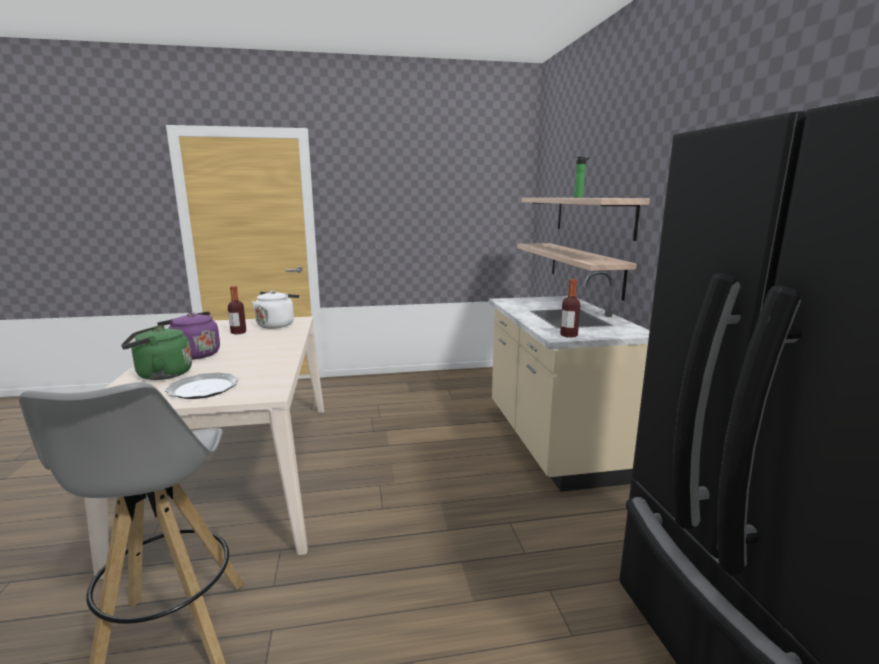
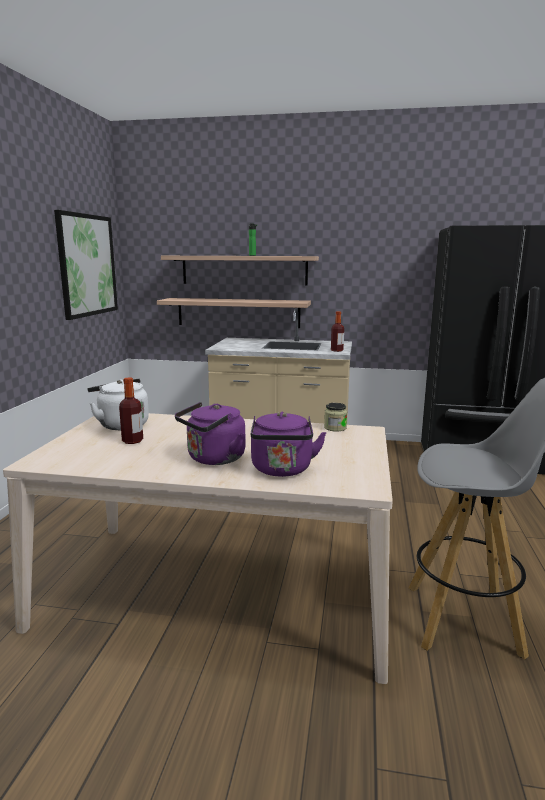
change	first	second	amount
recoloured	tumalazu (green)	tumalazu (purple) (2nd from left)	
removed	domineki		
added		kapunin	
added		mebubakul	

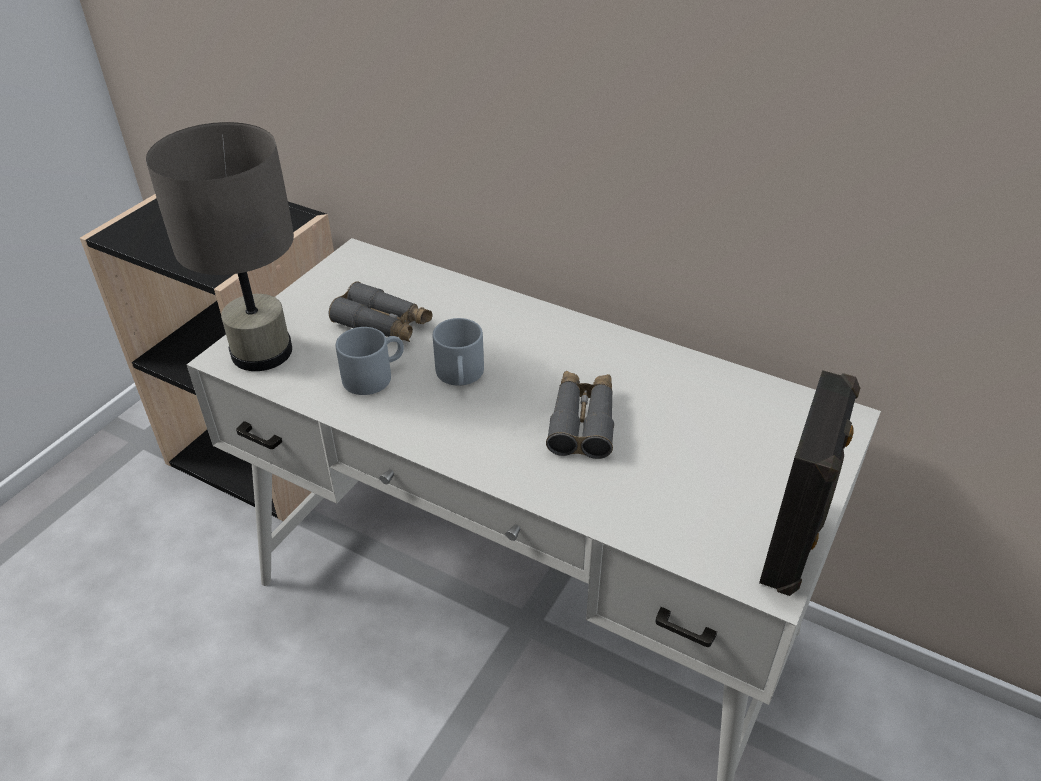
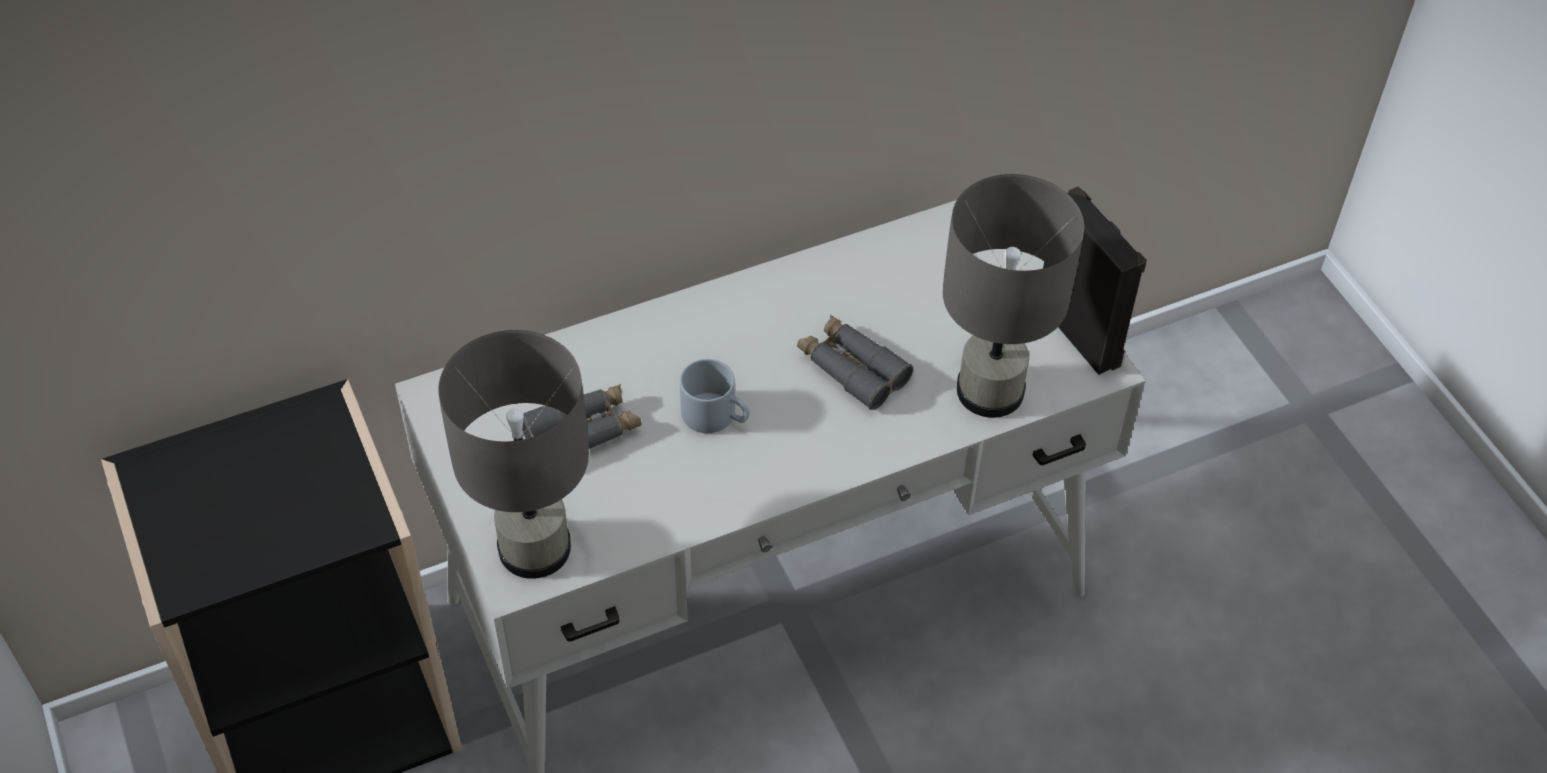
change	first	second	amount
removed	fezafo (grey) (1st from left)		
added		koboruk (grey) (2nd from left)	

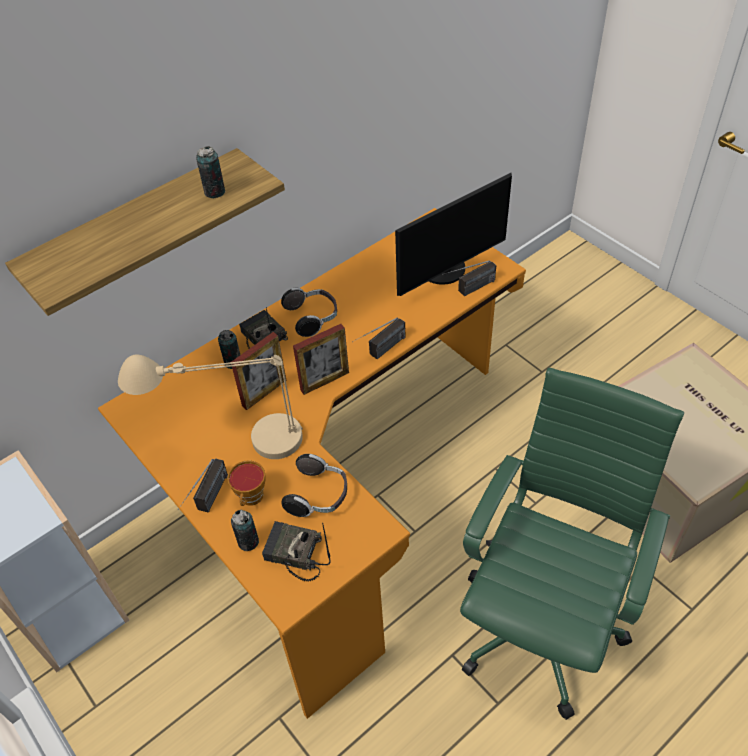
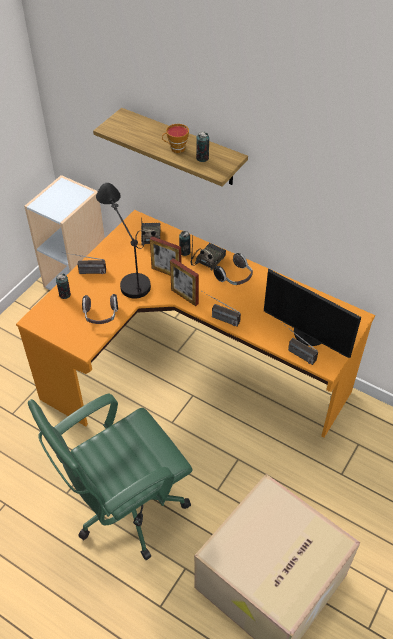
change	first	second	amount
recoloured	koboruk (beige)	koboruk (black)	
moved	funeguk		
moved	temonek (3rd from left in the first image)	temonek (2nd from left)	
turned	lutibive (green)		135 degrees clockwise

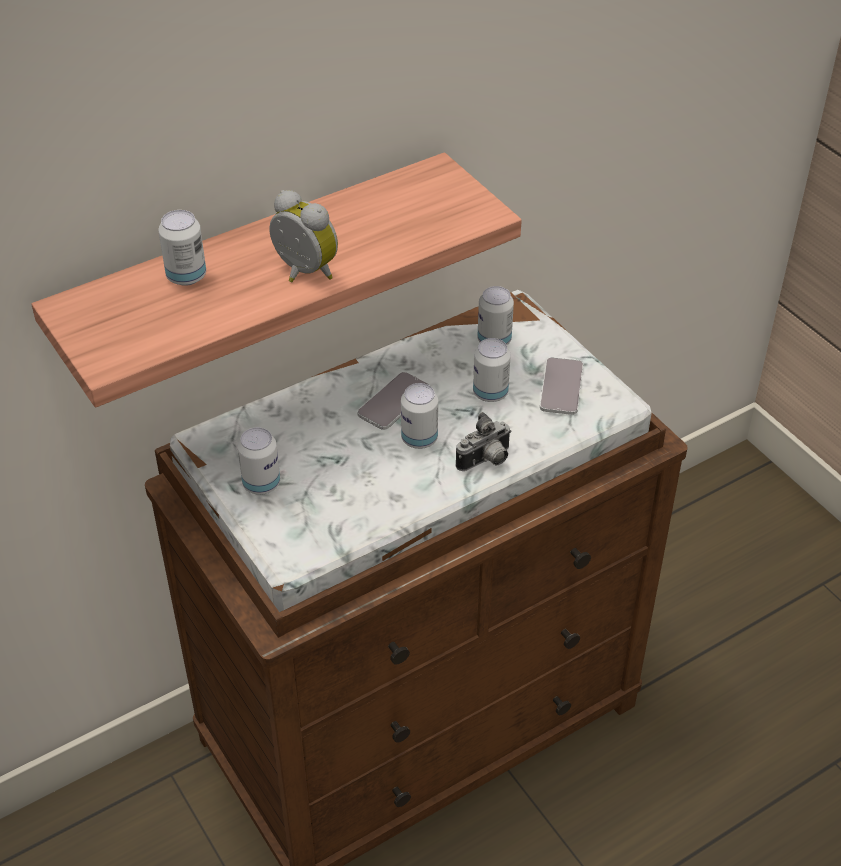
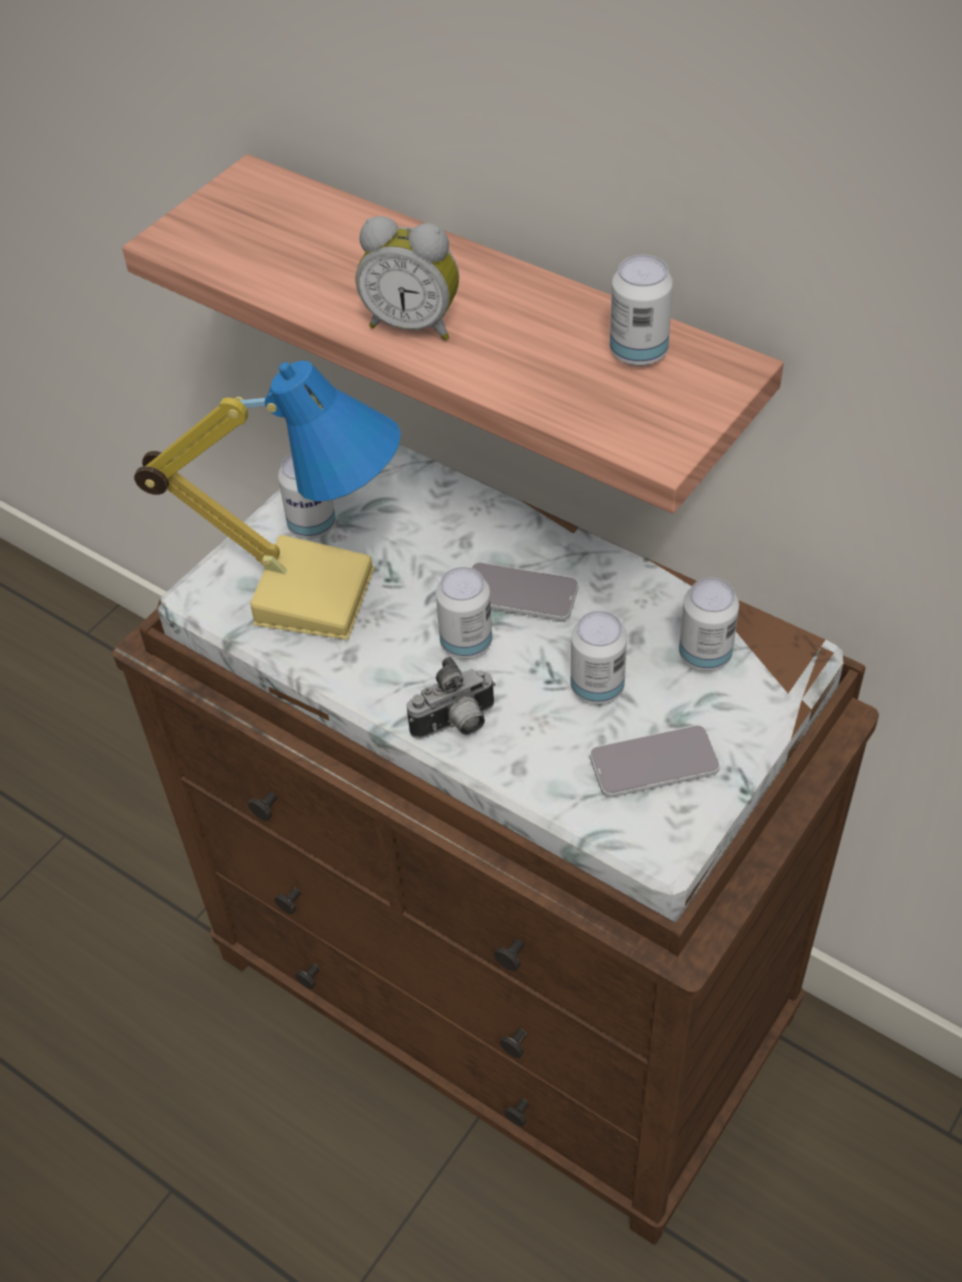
change	first	second	amount
moved	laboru (1st from left in the first image)	laboru (4th from left)	
turned	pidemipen		90 degrees clockwise
turned	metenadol		60 degrees counterclockwise
added		koboruk	

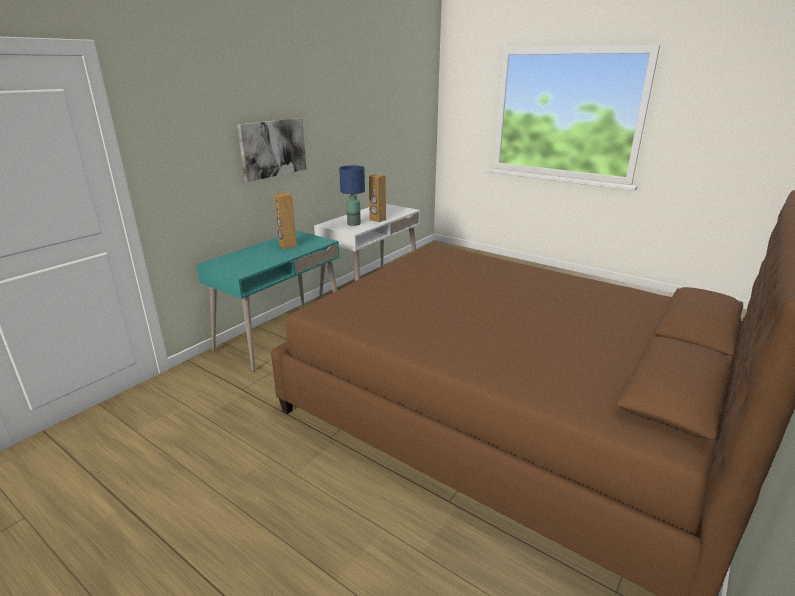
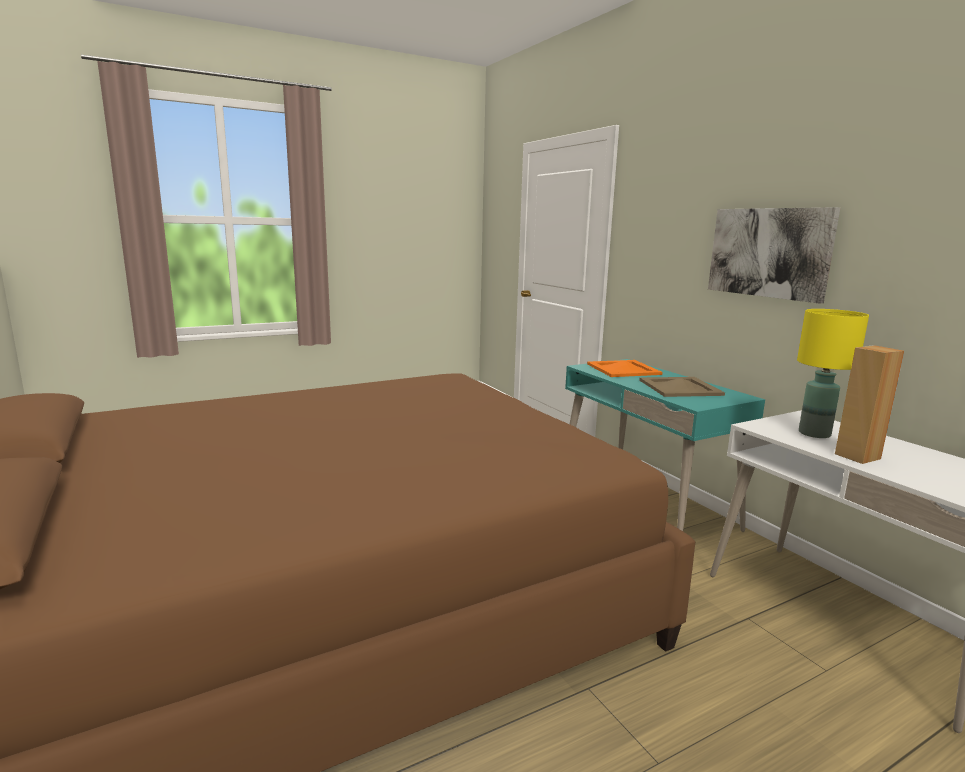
change	first	second	amount
replaced	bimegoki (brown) (1st from left)	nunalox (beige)	
recoloured	koboruk (blue)	koboruk (yellow)	
added		nunalox (orange)	

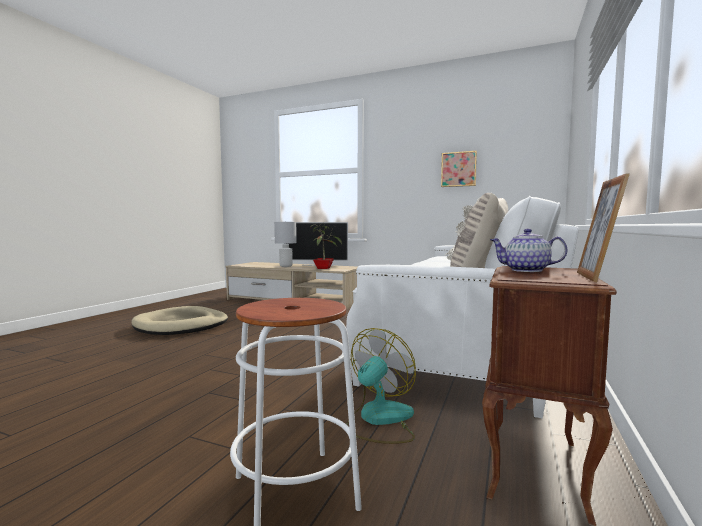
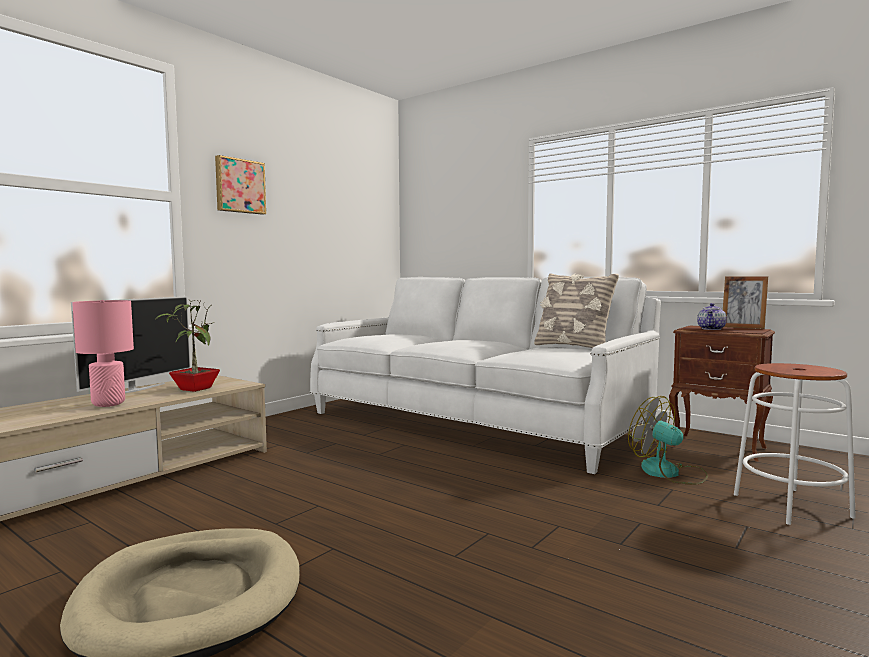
change	first	second	amount
recoloured	koboruk (grey)	koboruk (pink)	
moved	kapunin		

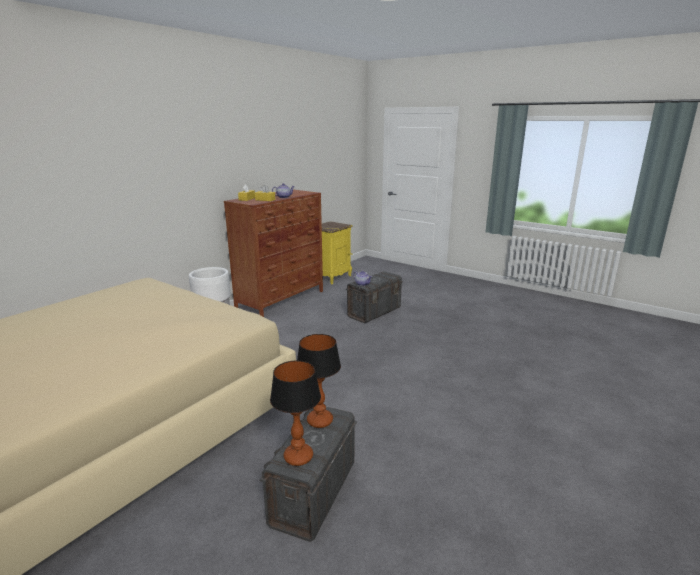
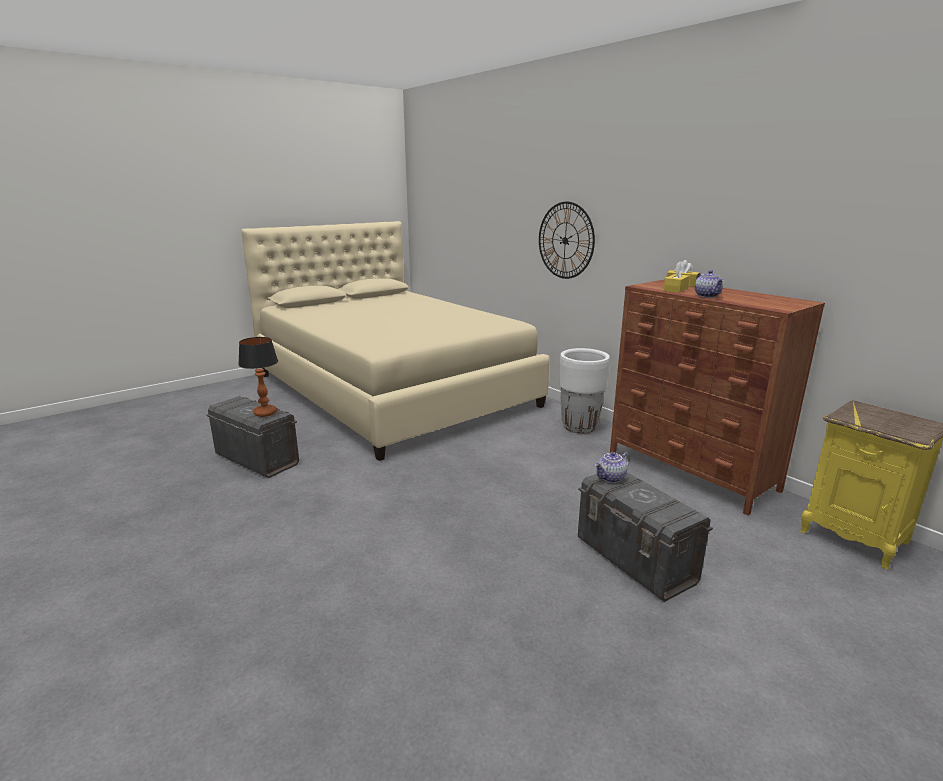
change	first	second	amount
removed	koboruk (1st from left)		
added		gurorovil	

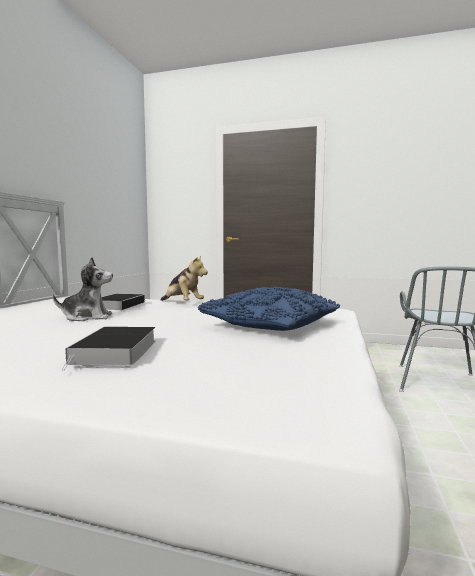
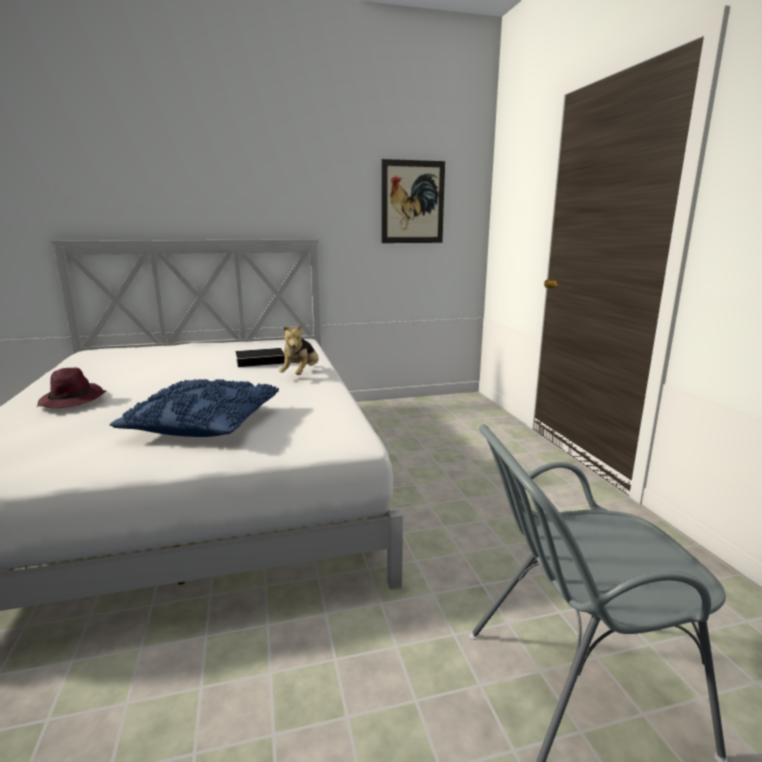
change	first	second	amount
removed	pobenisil (1st from left)		
replaced	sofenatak (1st from left)	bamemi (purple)	
added		kapunin	

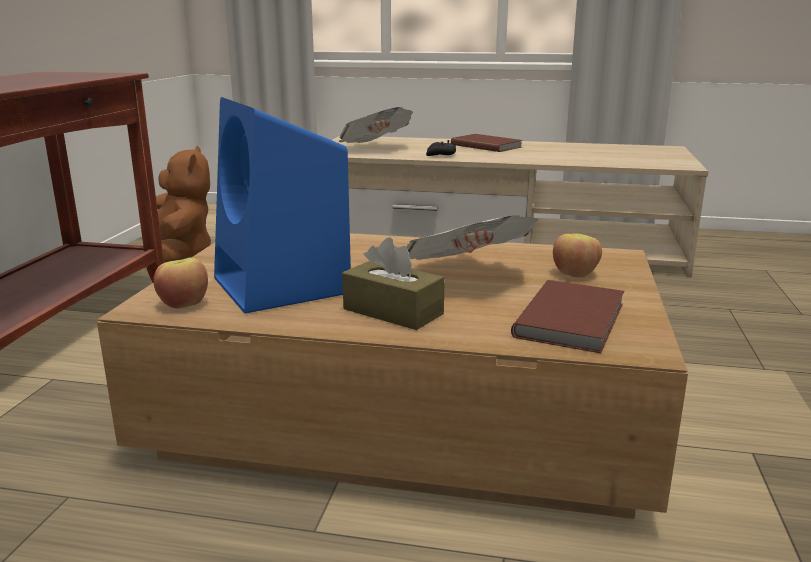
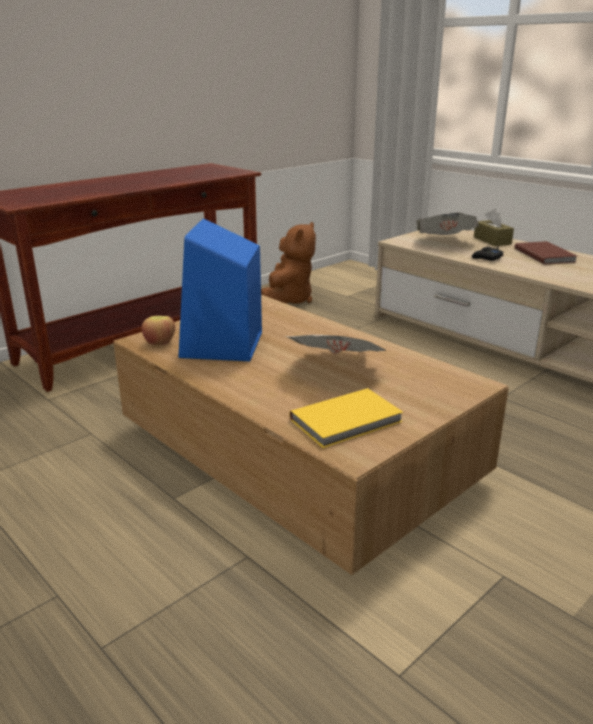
change	first	second	amount
moved	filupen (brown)		
recoloured	sofenatak (brown) (2nd from left)	sofenatak (yellow)	
removed	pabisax (2nd from left)		

